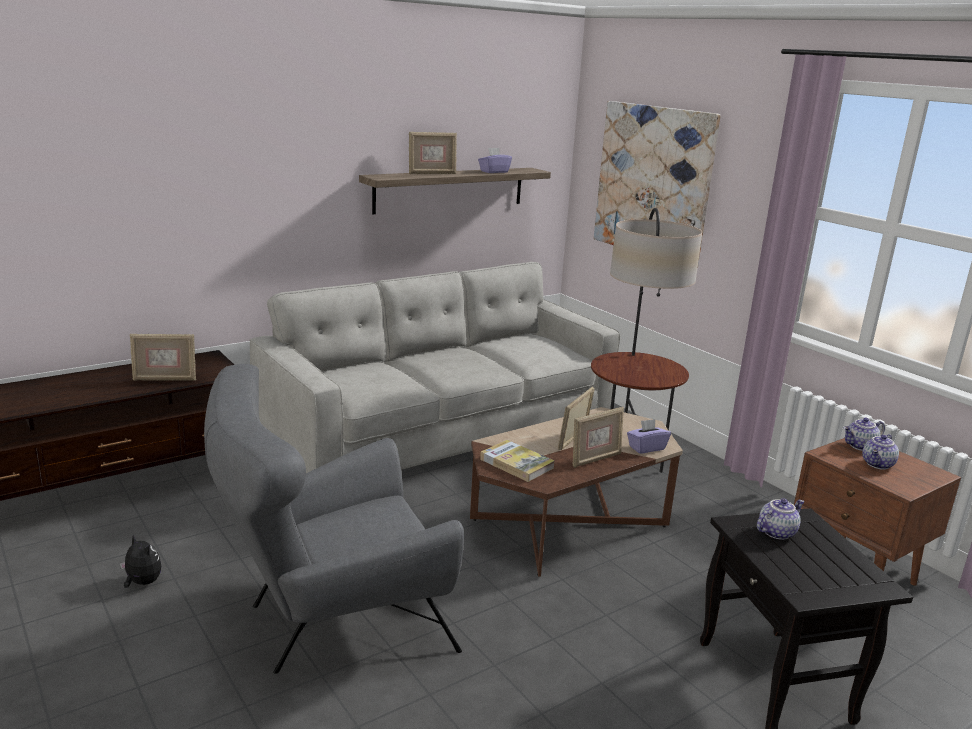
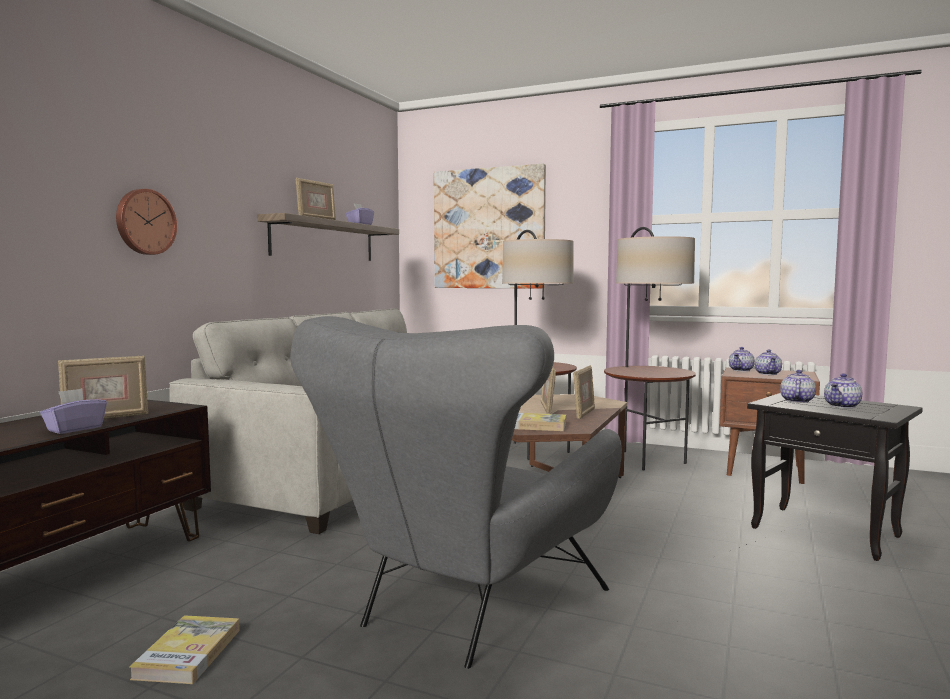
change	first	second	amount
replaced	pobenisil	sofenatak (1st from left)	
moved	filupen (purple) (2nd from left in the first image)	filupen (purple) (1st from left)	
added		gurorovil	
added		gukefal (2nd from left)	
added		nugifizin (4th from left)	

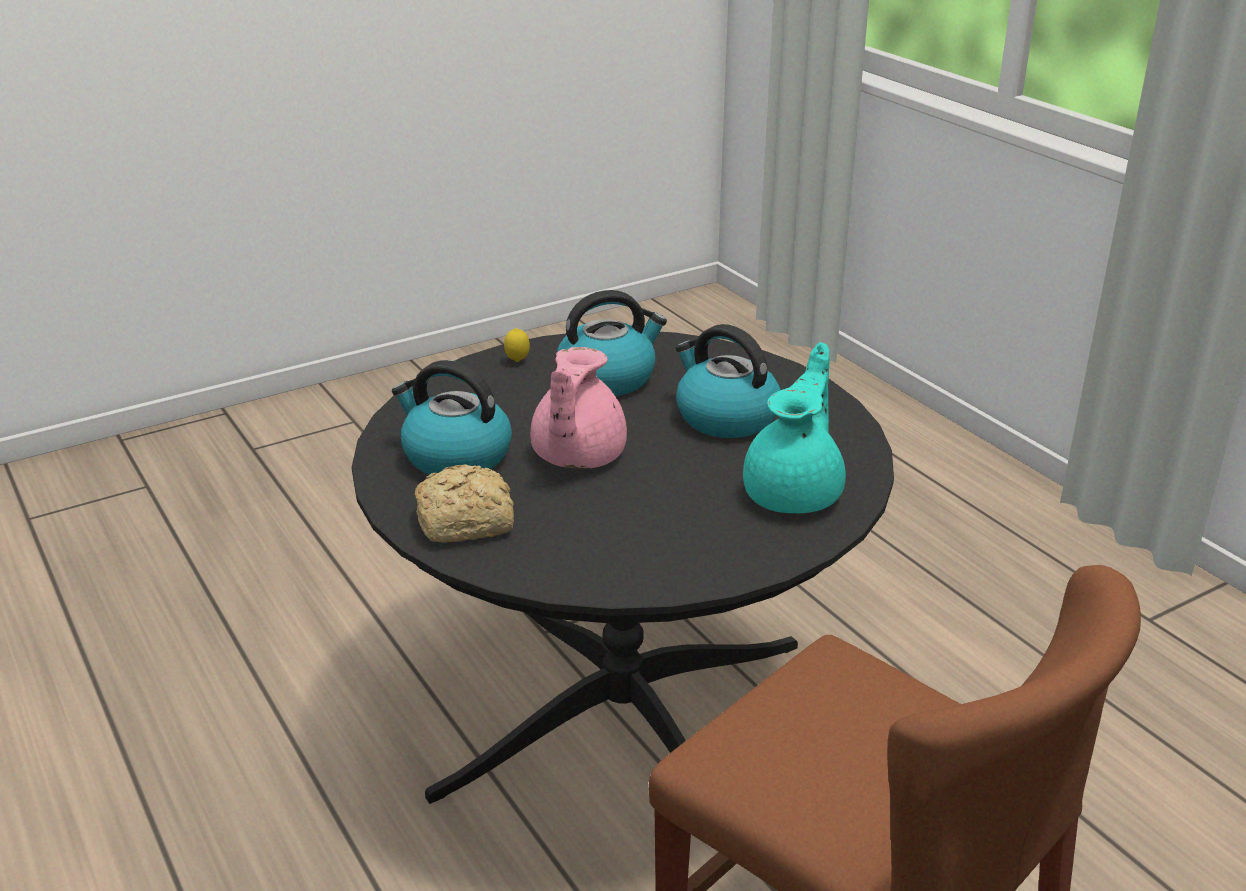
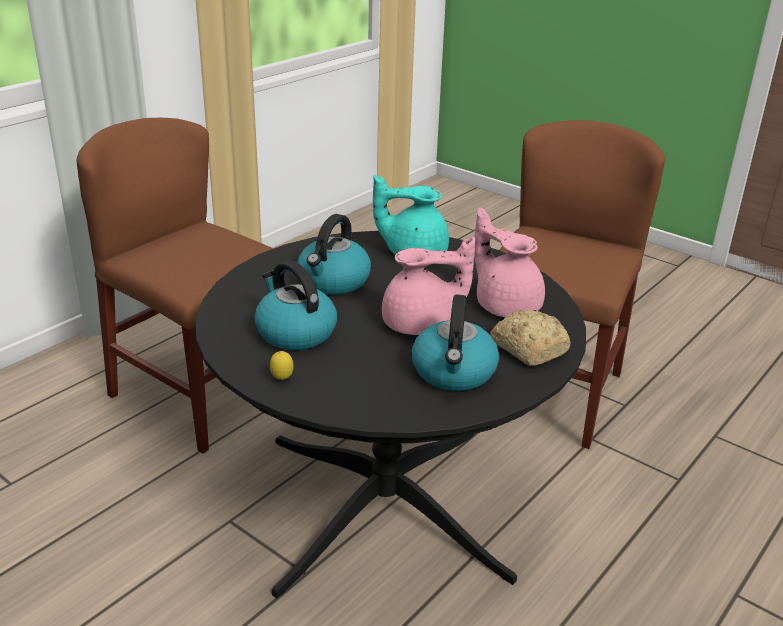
change	first	second	amount
added		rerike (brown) (1st from left)	
added		nugifizin (pink) (2nd from left)	

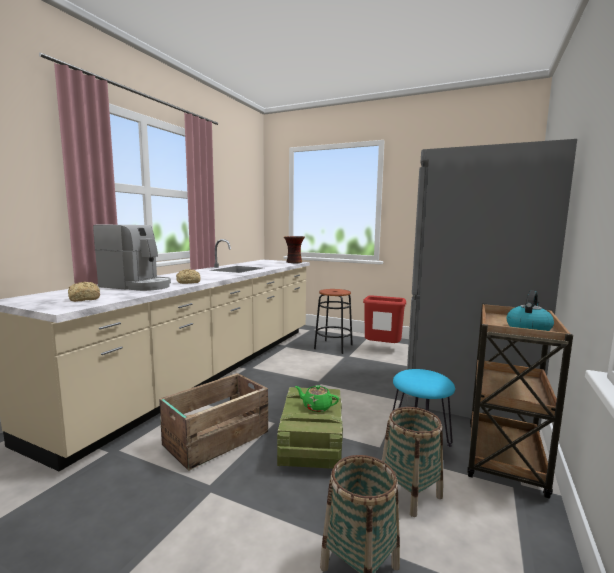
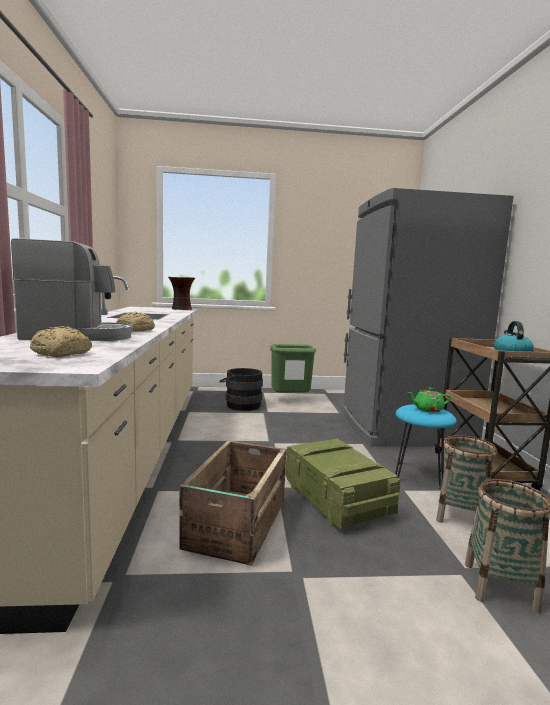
change	first	second	amount
moved	nugifizin (green)		
replaced	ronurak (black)	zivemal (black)	
recoloured	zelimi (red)	zelimi (green)	

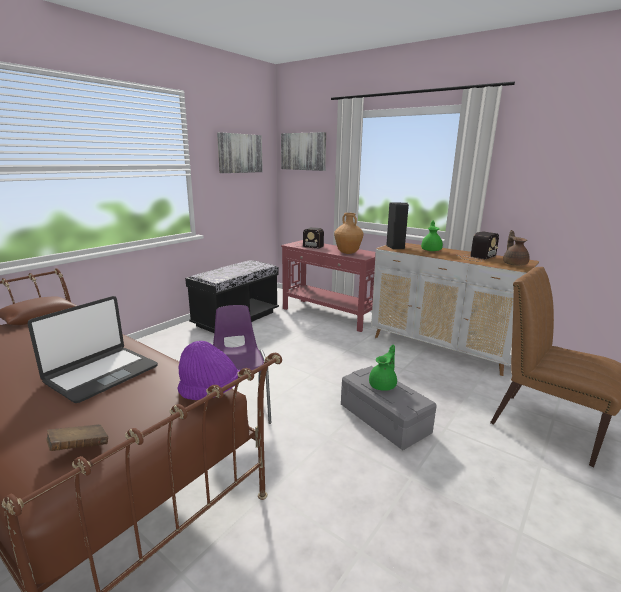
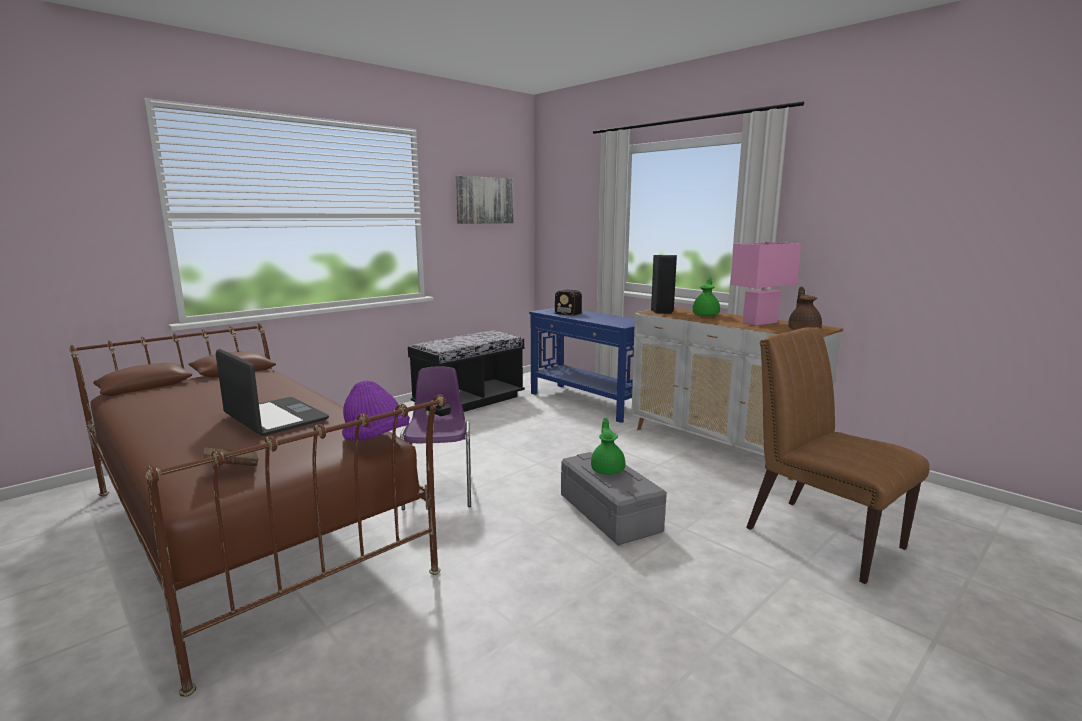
change	first	second	amount
turned	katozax		90 degrees counterclockwise
removed	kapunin (2nd from left)		
recoloured	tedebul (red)	tedebul (blue)	
removed	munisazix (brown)		
turned	nugifizin (green) (1st from left)		45 degrees counterclockwise
replaced	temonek (2nd from left)	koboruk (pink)	

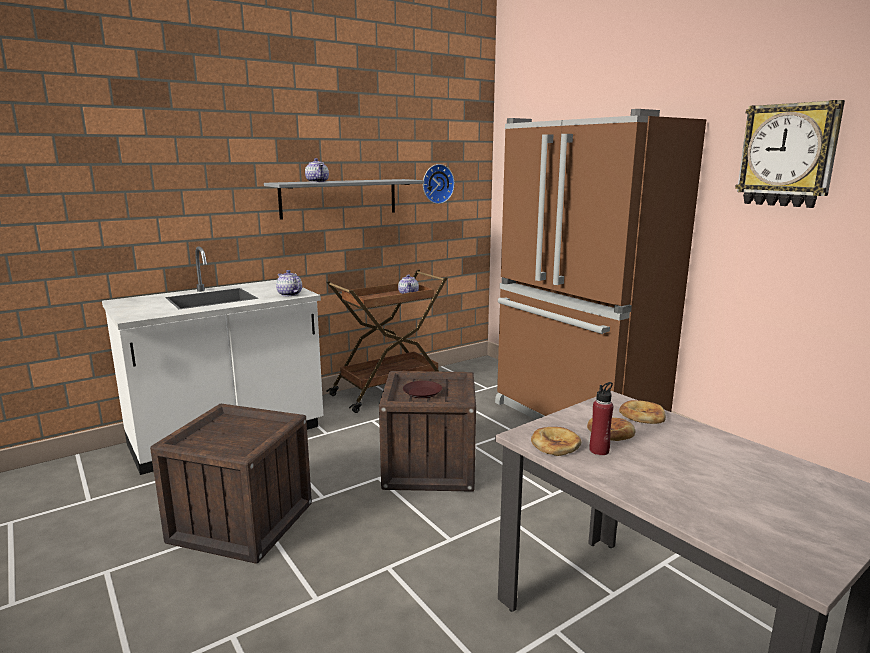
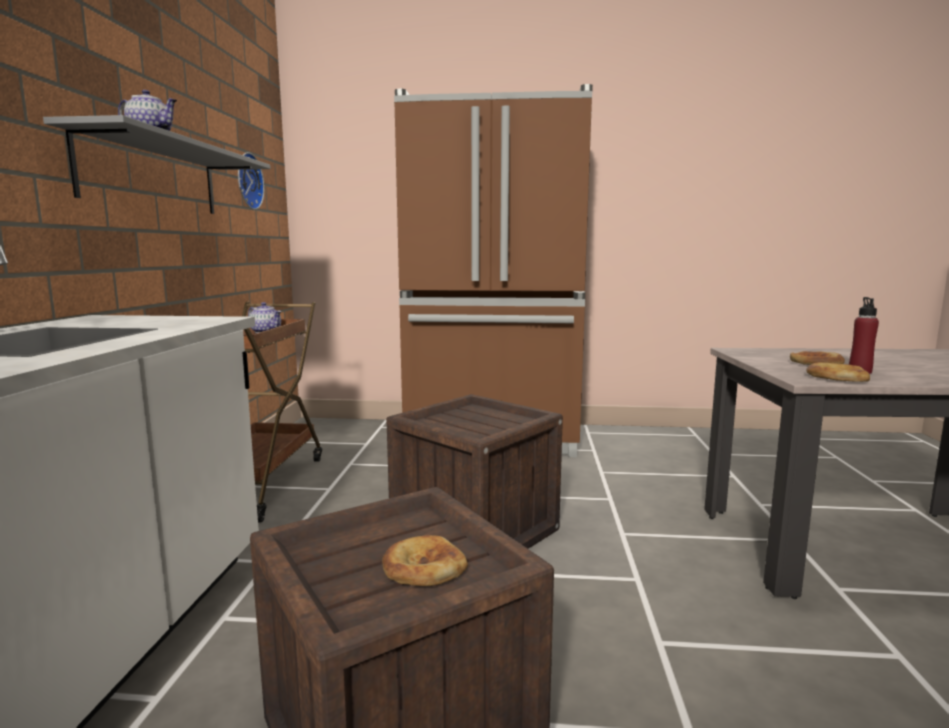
change	first	second	amount
removed	nugifizin (1st from left)		
removed	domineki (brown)		
moved	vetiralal (3rd from left in the first image)	vetiralal (1st from left)	
removed	gurorovil (2nd from left)		

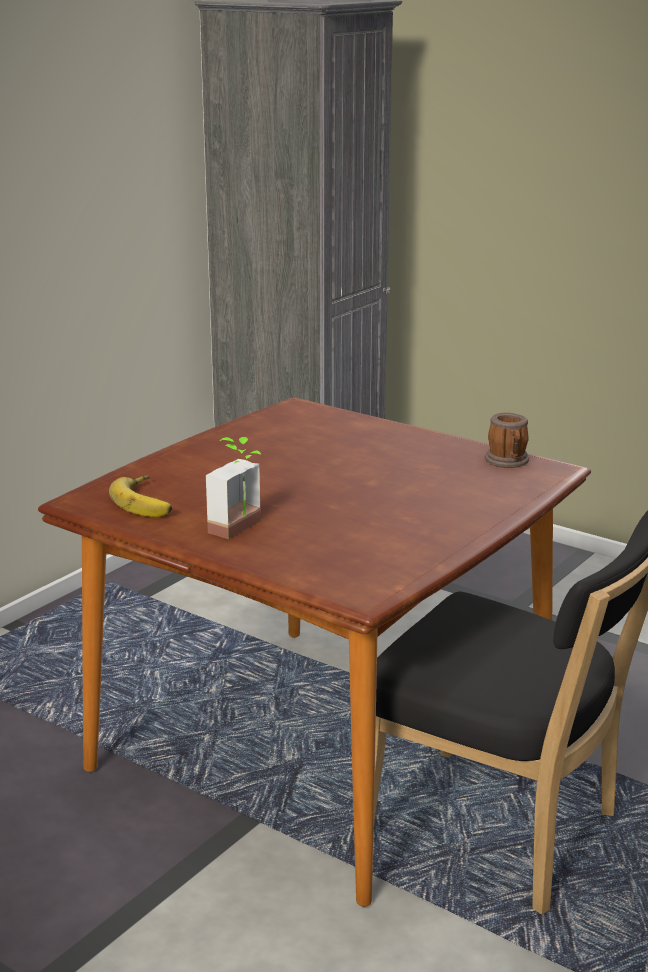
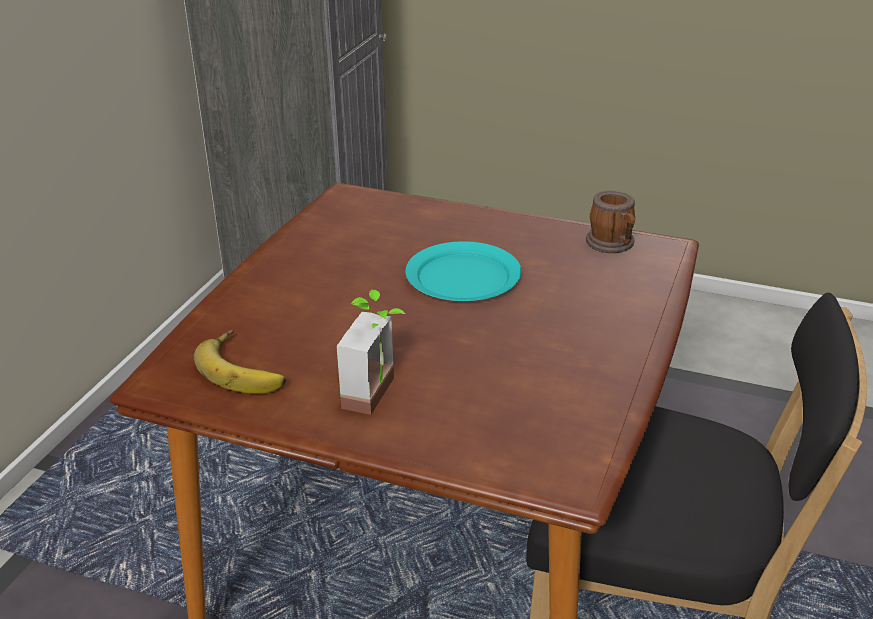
change	first	second	amount
added		domineki (turquoise)	

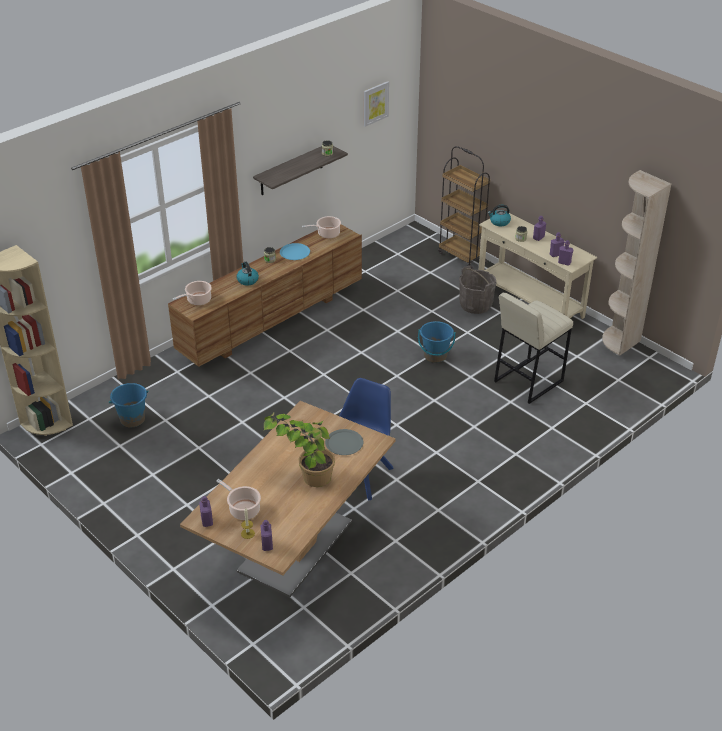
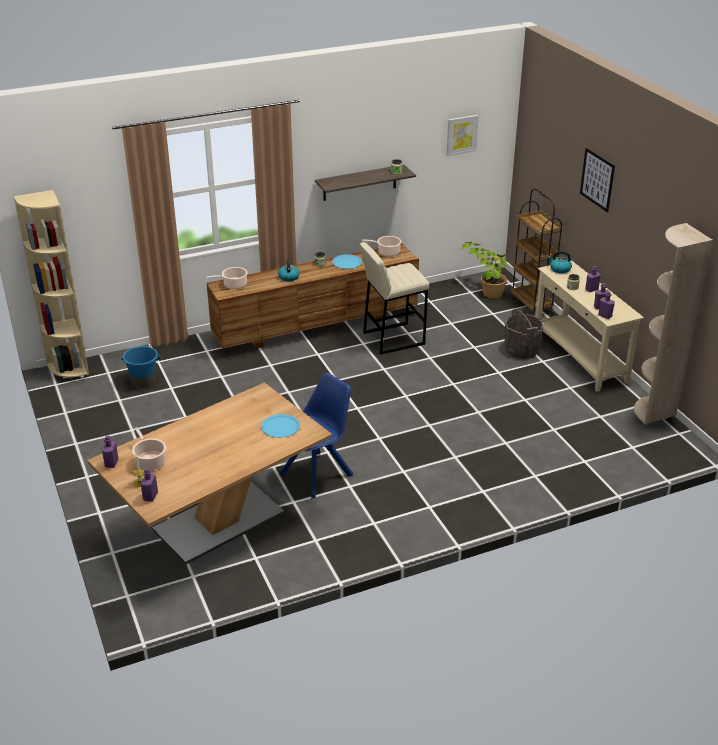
change	first	second	amount
moved	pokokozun		
recoloured	domineki (grey)	domineki (blue) (1st from left)	
removed	zivemal (blue) (2nd from left)		
moved	ronurak (beige)		
added		kapunin (2nd from left)	

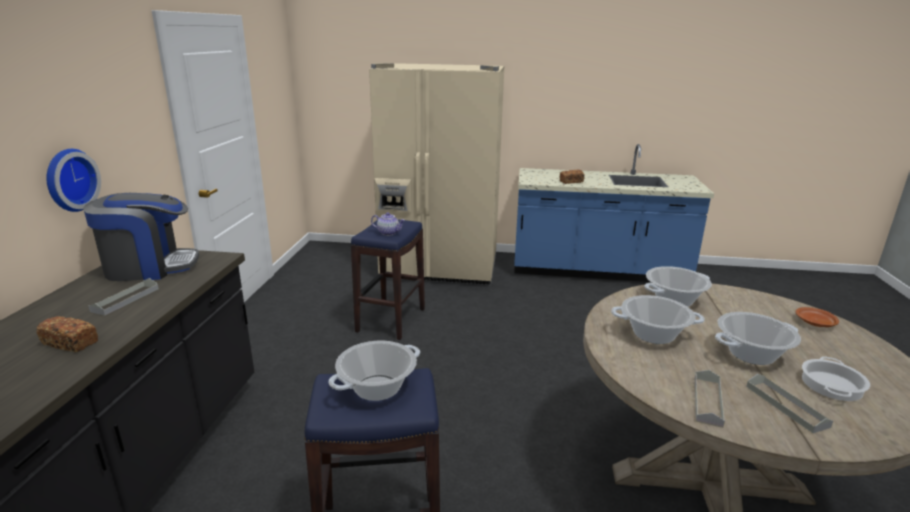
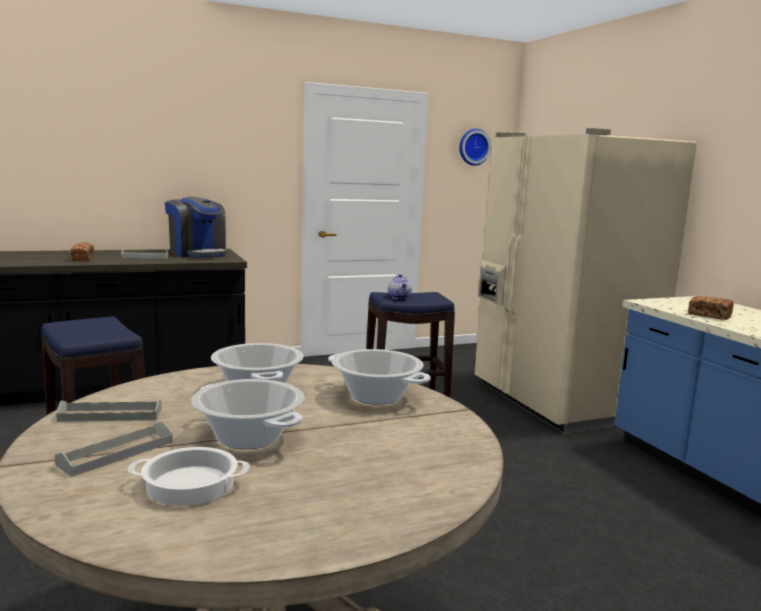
change	first	second	amount
moved	gurorovil		
removed	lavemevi (1st from left)		
removed	domineki (brown)		

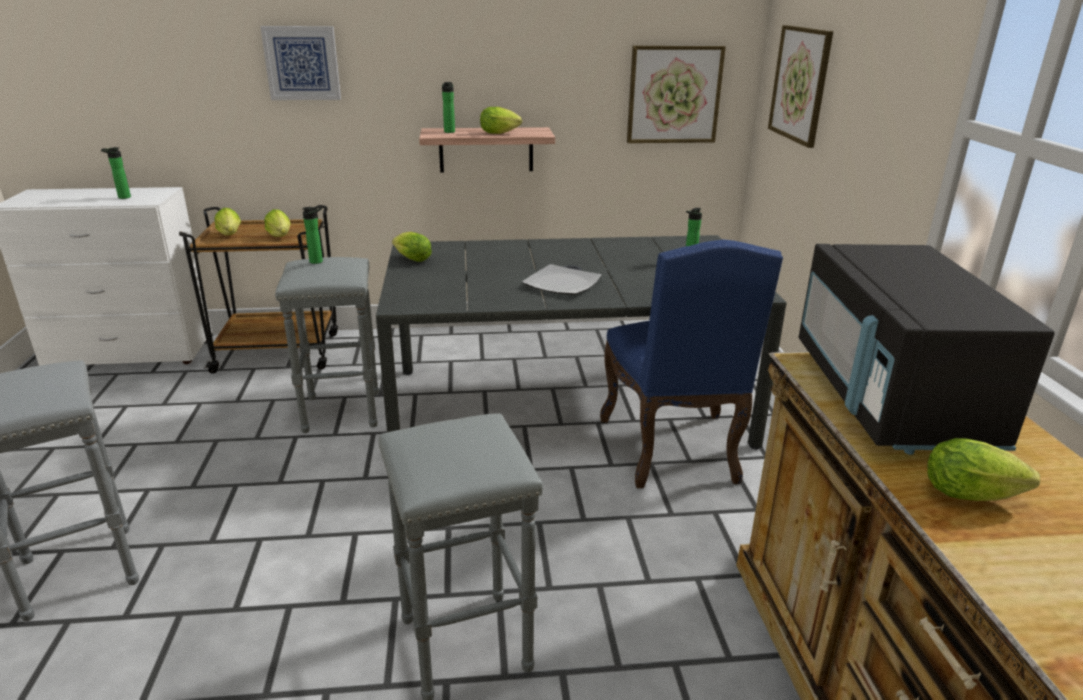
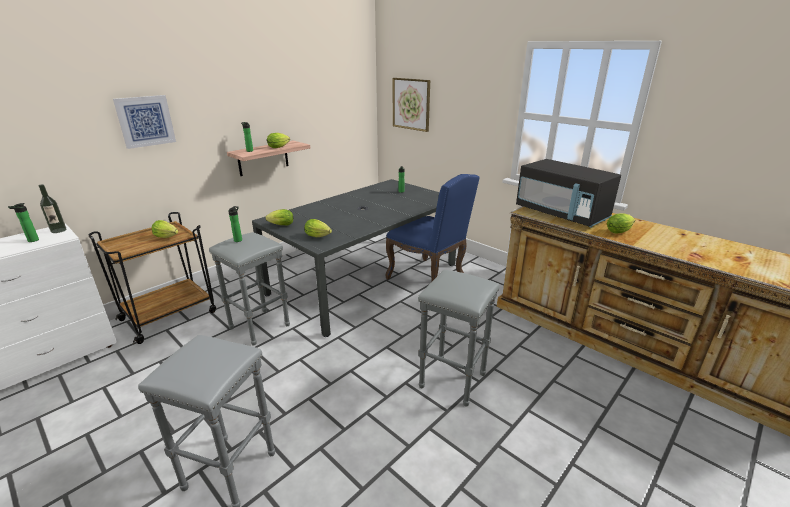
change	first	second	amount
moved	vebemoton (1st from left in the first image)	vebemoton (4th from left)	
removed	domineki		
removed	kapunin (2nd from left)		
added		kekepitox (2nd from left)	

